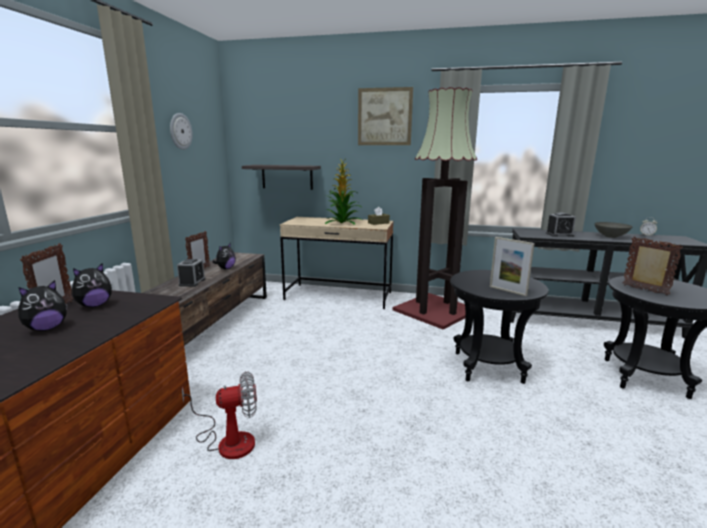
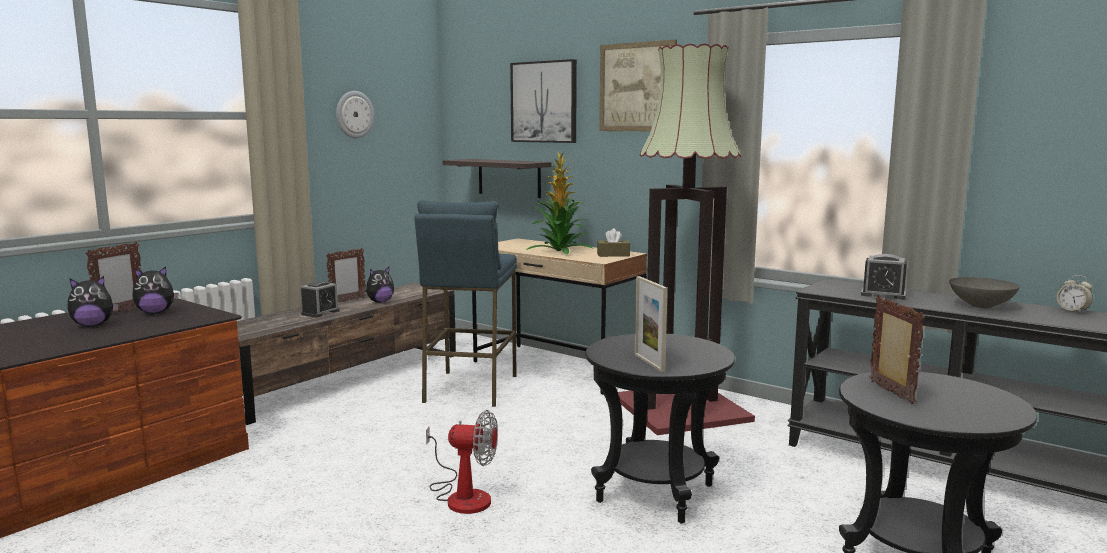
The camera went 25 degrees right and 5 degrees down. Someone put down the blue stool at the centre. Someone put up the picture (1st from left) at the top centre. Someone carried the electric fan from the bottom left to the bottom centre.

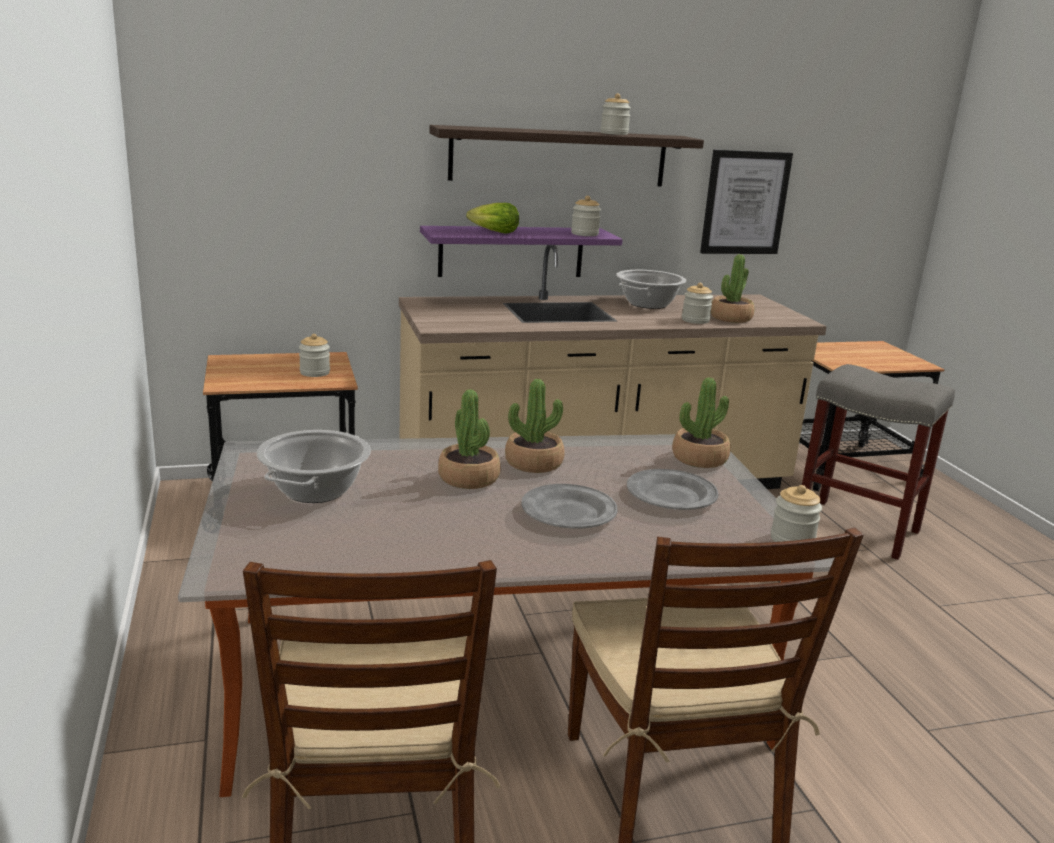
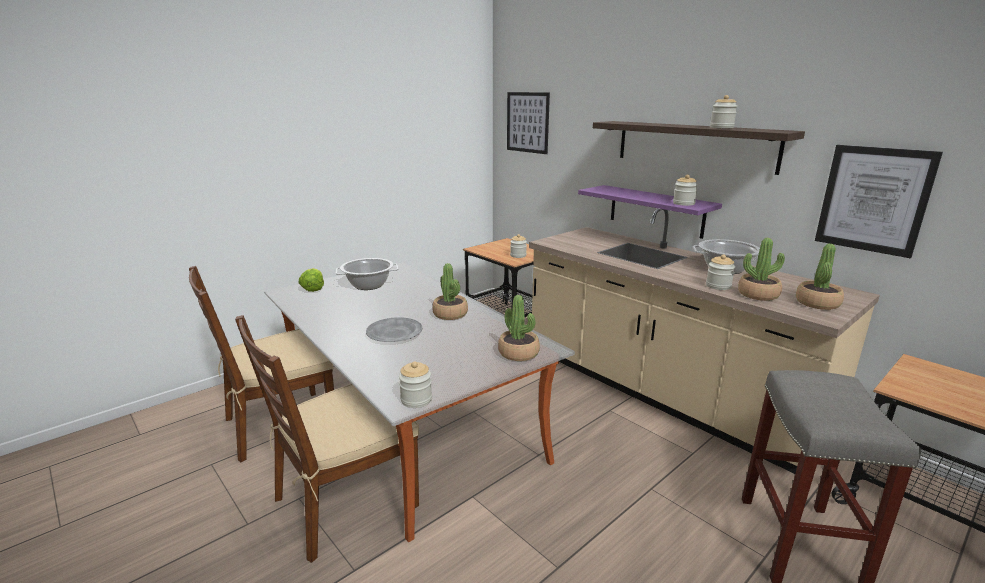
The camera went 65 degrees right and 0 degrees up. Someone took away the grey dinner plate (2nd from left) at the centre. Someone put up the picture (1st from left) at the top centre. Someone carried the houseplant (1st from left in the first image) from the centre to the middle right. Someone carried the head of lettuce from the top centre to the middle left.

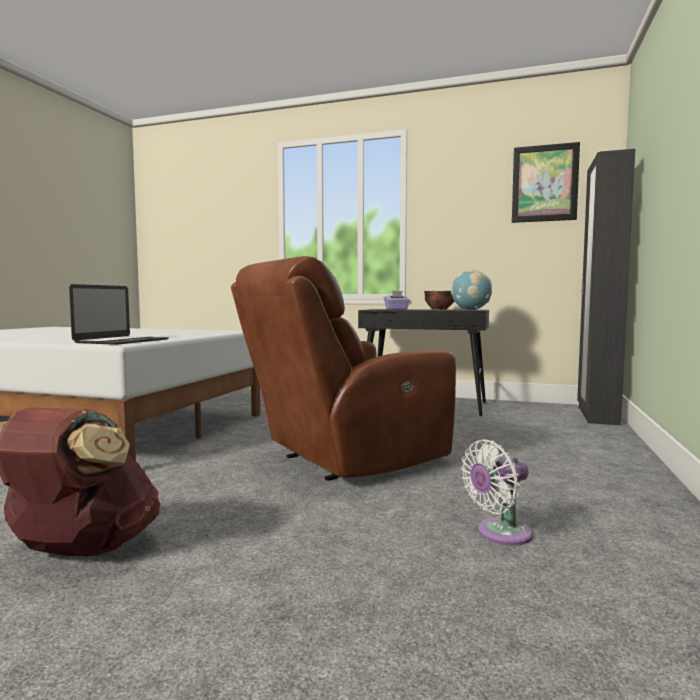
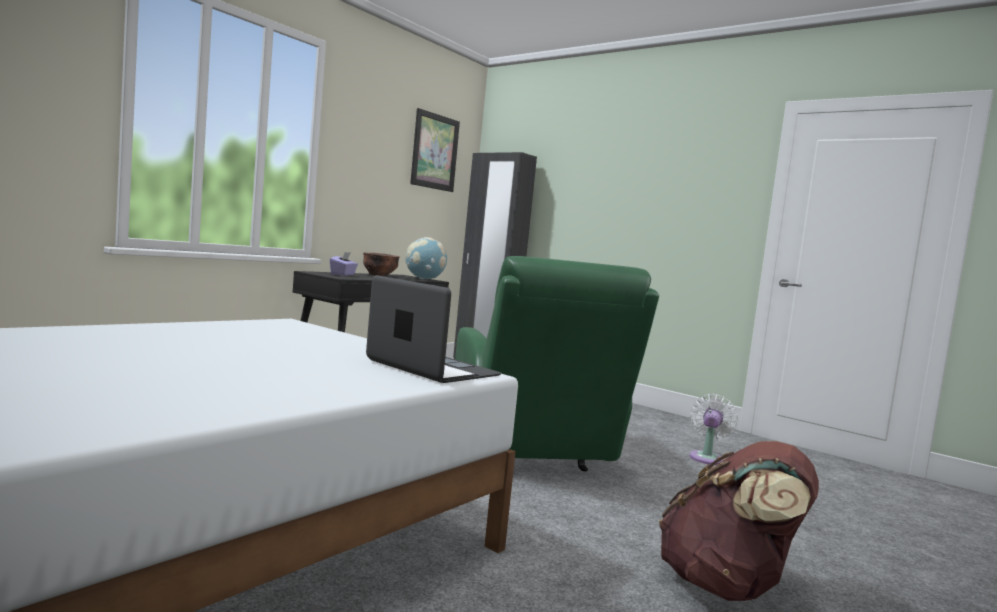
The camera went 70 degrees left and 0 degrees up. Someone repainted the brown easy chair at the centre, which became the greenish easy chair at the centre. Someone rotated the whitish electric fan at the bottom right by 150 degrees counterclockwise.

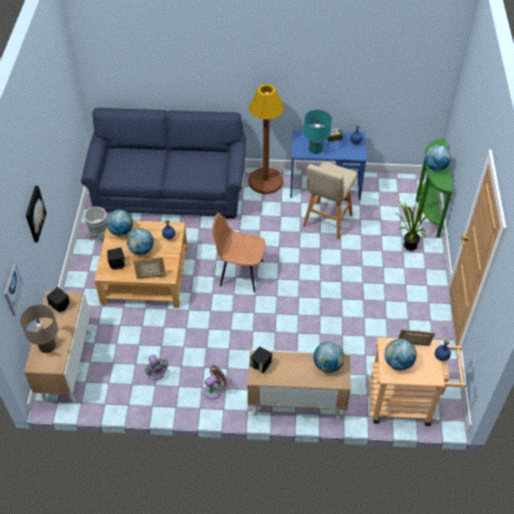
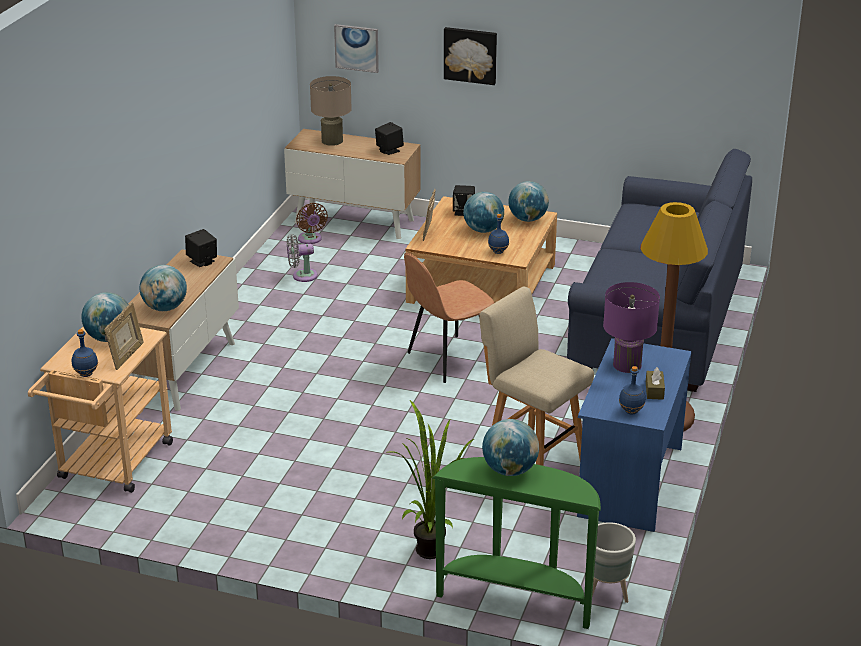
The camera went 105 degrees right and 20 degrees down. Someone carried the grey flower pot from the middle left to the bottom right. Someone carried the brown electric fan from the bottom centre to the centre. Someone repainted the turquoise-coloured table lamp at the top centre, which became the purple-coloured table lamp at the middle right. Someone rotated the brown upright chair at the centre by 150 degrees counterclockwise.

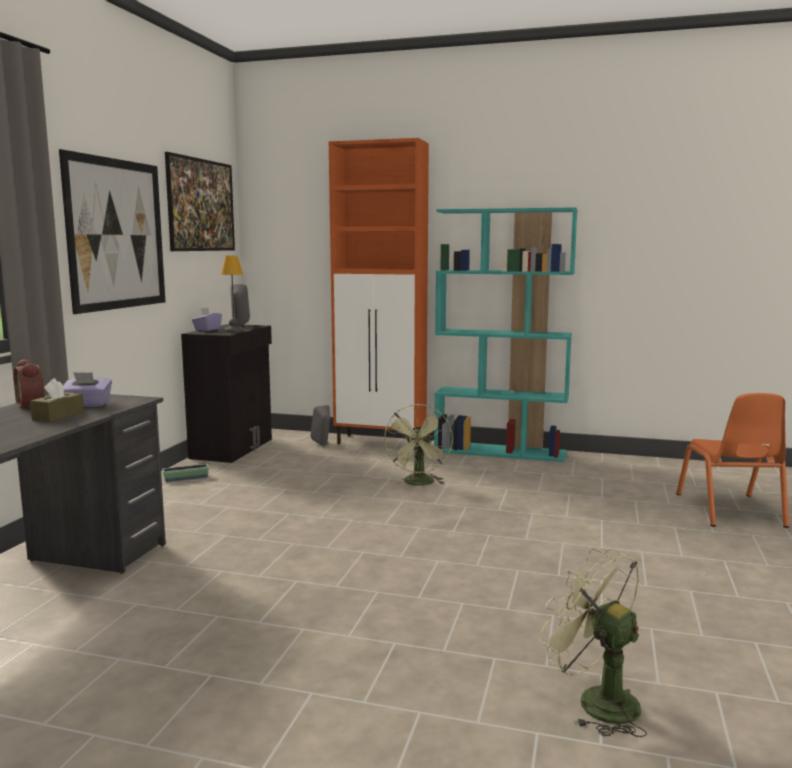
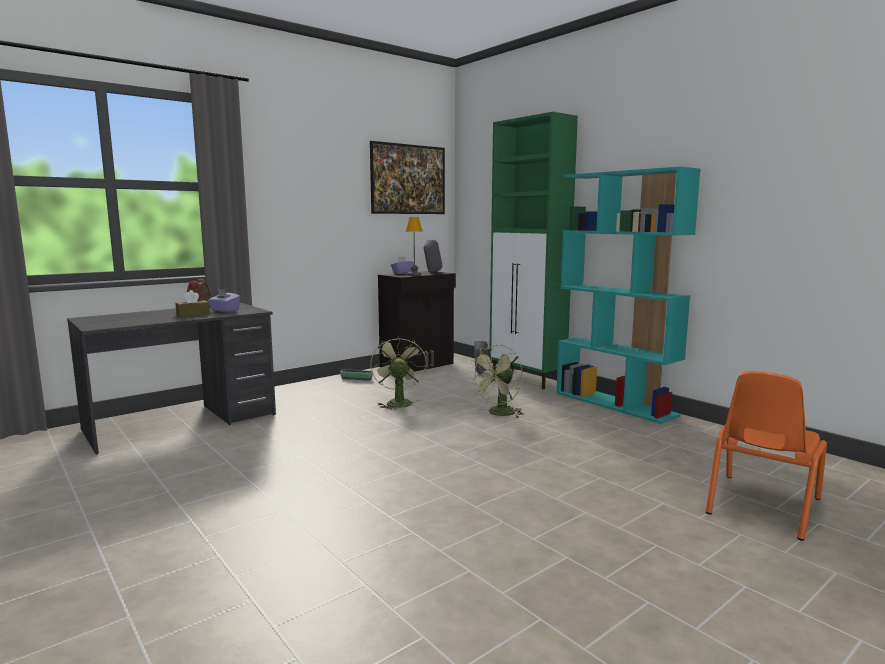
The camera went 35 degrees right and 0 degrees up. Someone took away the picture (1st from left) at the top left. Someone carried the greenish electric fan (2nd from left in the first image) from the bottom right to the centre. Someone repainted the orange-coloured cabinet at the centre, which became the greenish cabinet at the centre.

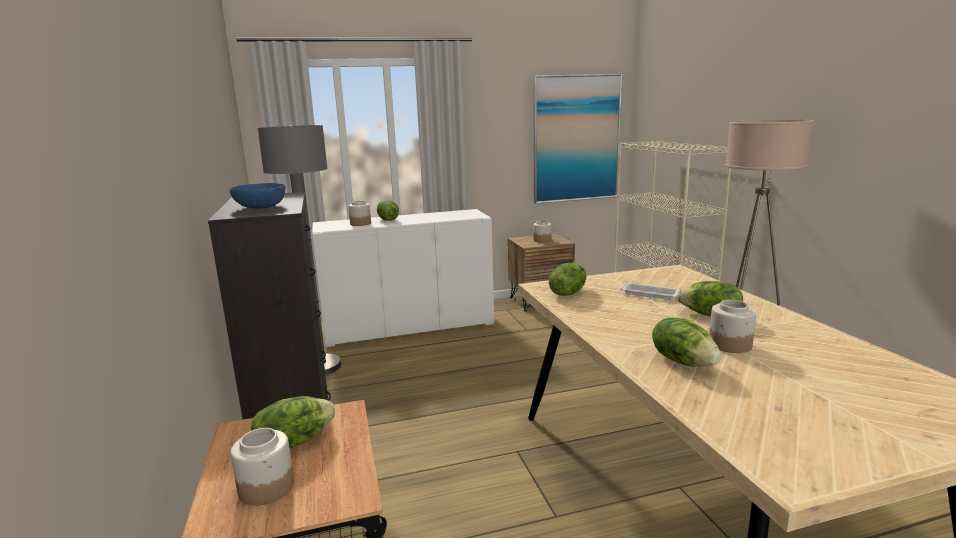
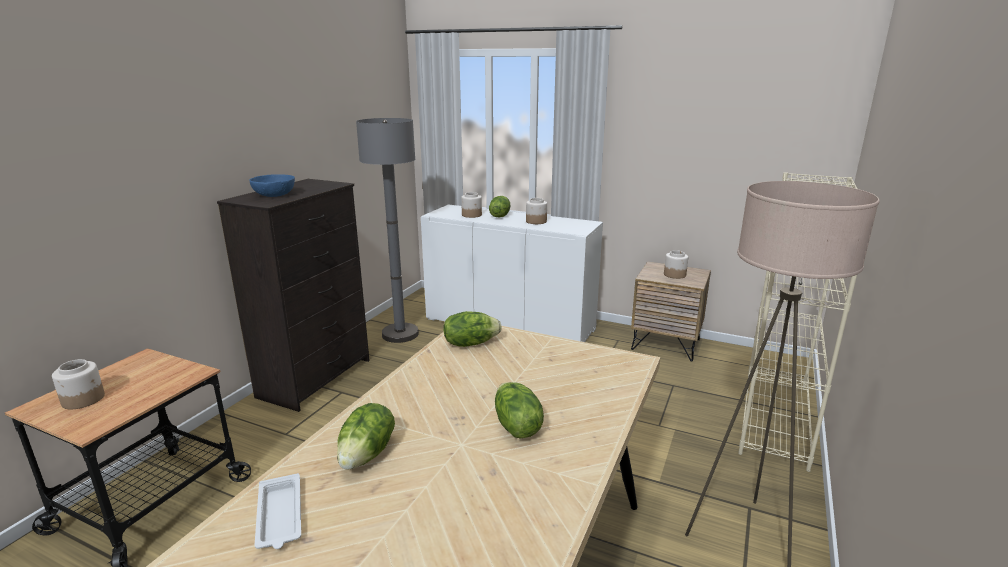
The camera went 40 degrees right and 5 degrees up. Someone took away the head of lettuce (1st from left) at the bottom left. Someone took away the picture at the top centre. Someone carried the whitish serving tray from the middle right to the bottom left. Someone carried the jar (4th from left in the first image) from the middle right to the centre.

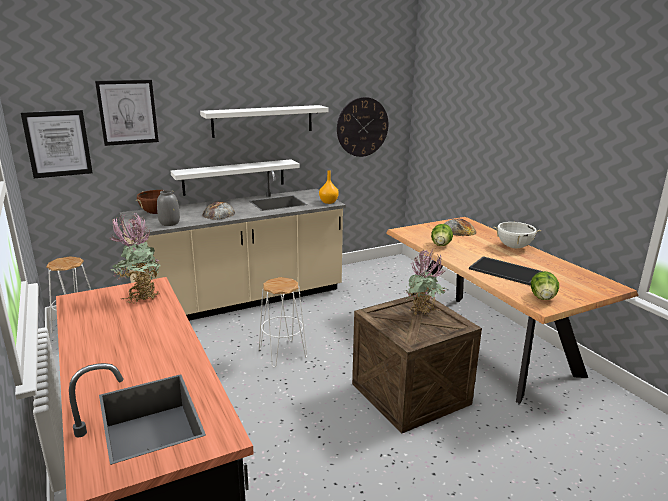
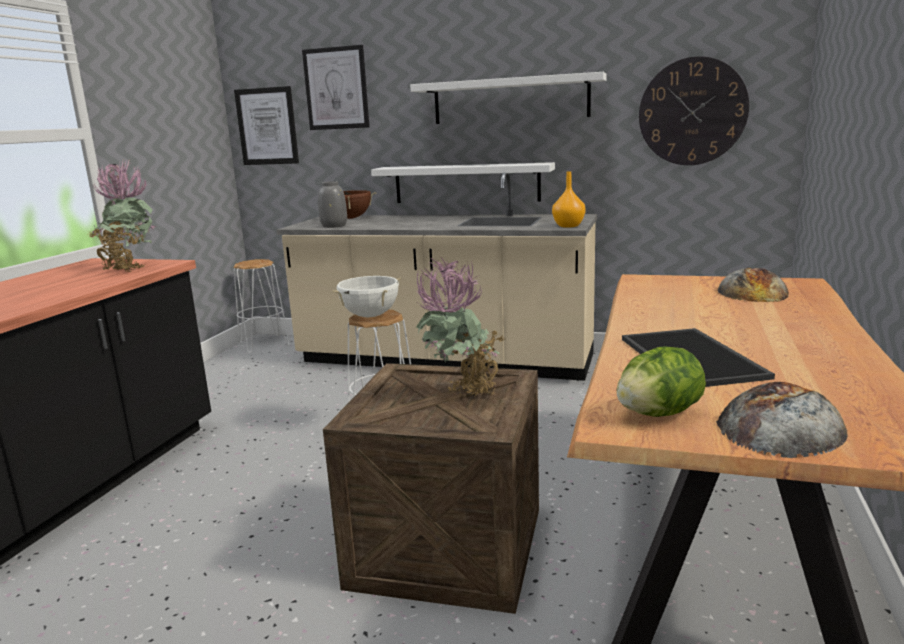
The camera went 45 degrees right and 5 degrees down. Someone took away the head of lettuce (1st from left) at the centre. Someone carried the bakery bread (1st from left in the first image) from the middle left to the middle right. Someone carried the whitish saucepot from the middle right to the centre.

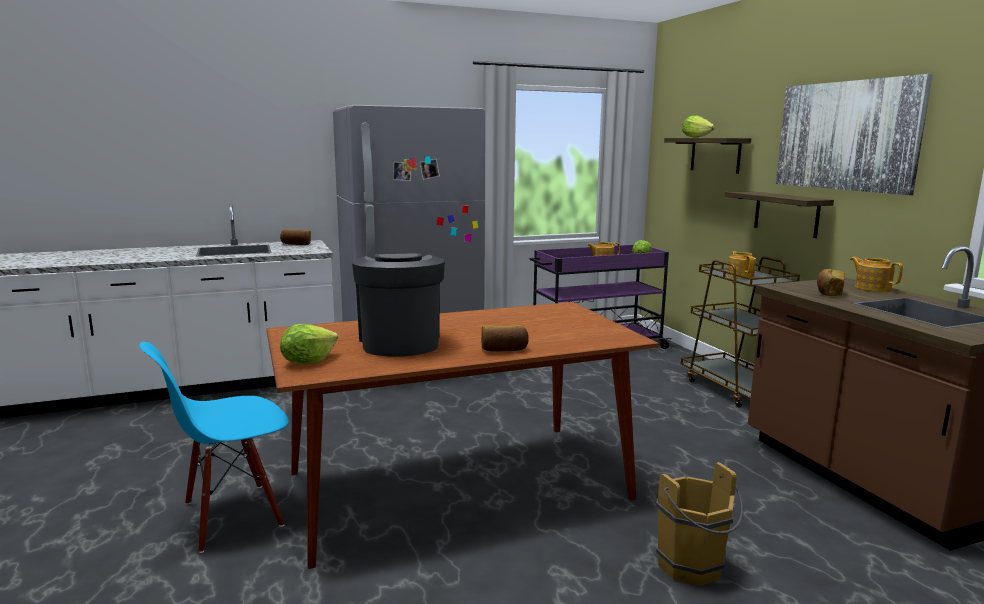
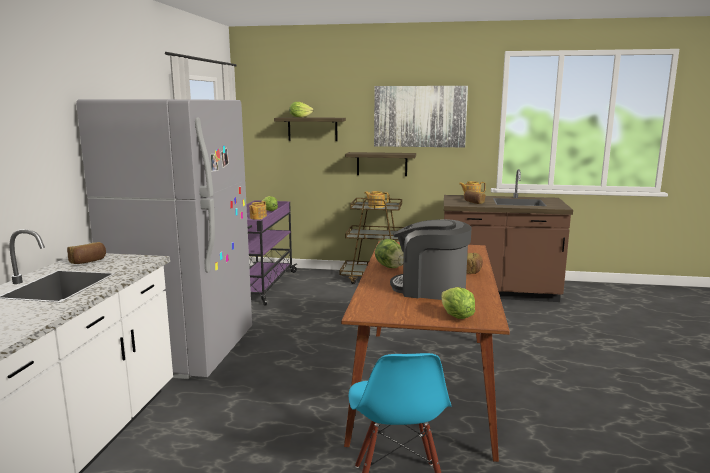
The camera went 60 degrees left and 0 degrees up. Someone took away the brown bucket at the bottom right. Someone put down the head of lettuce (3rd from left) at the centre.

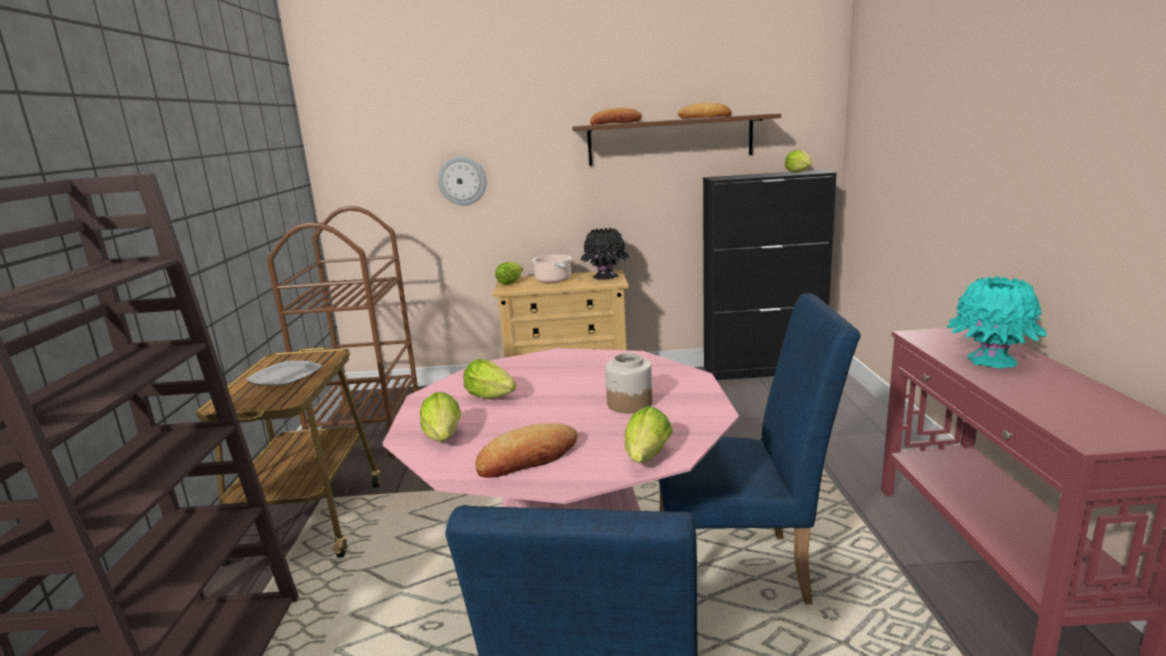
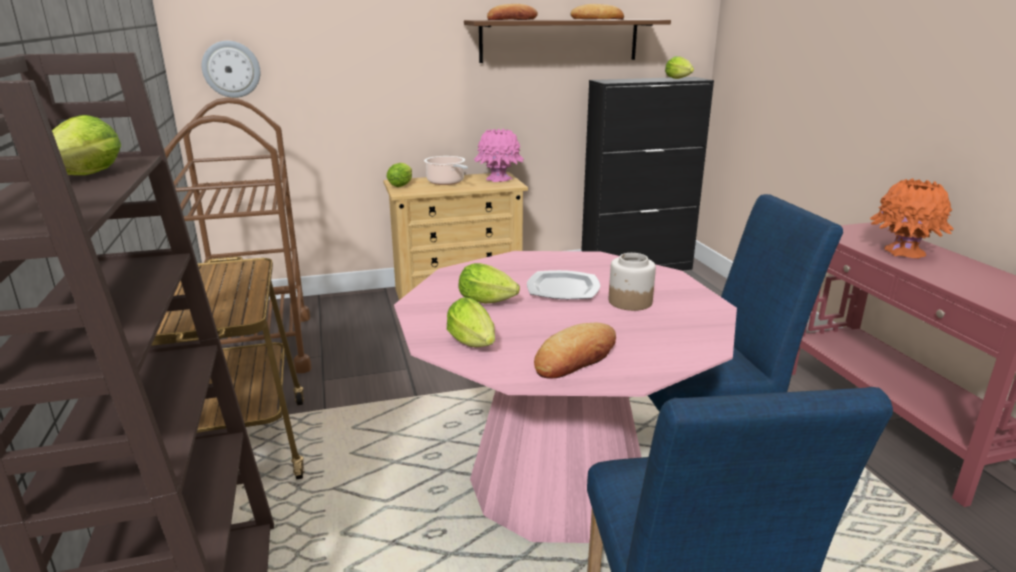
The camera went 15 degrees left and 5 degrees up. Someone carried the dinner plate from the middle left to the centre. Someone carried the wall clock from the top centre to the top left. Someone carried the head of lettuce (4th from left in the first image) from the centre to the top left. Someone repainted the black-coloured decorative vase at the centre, which became the pink decorative vase at the top centre. Someone repainted the turquoise-coloured decorative vase at the middle right, which became the orange-coloured decorative vase at the middle right.

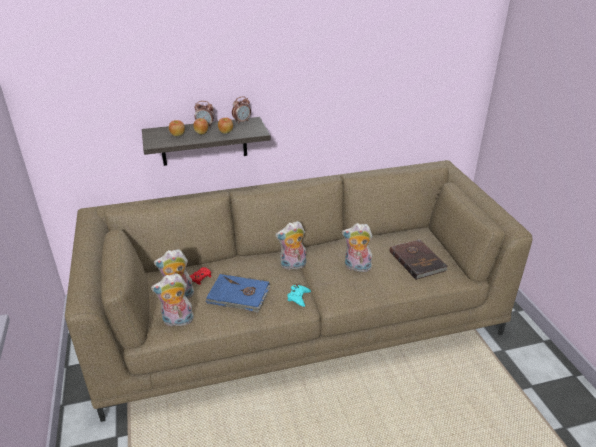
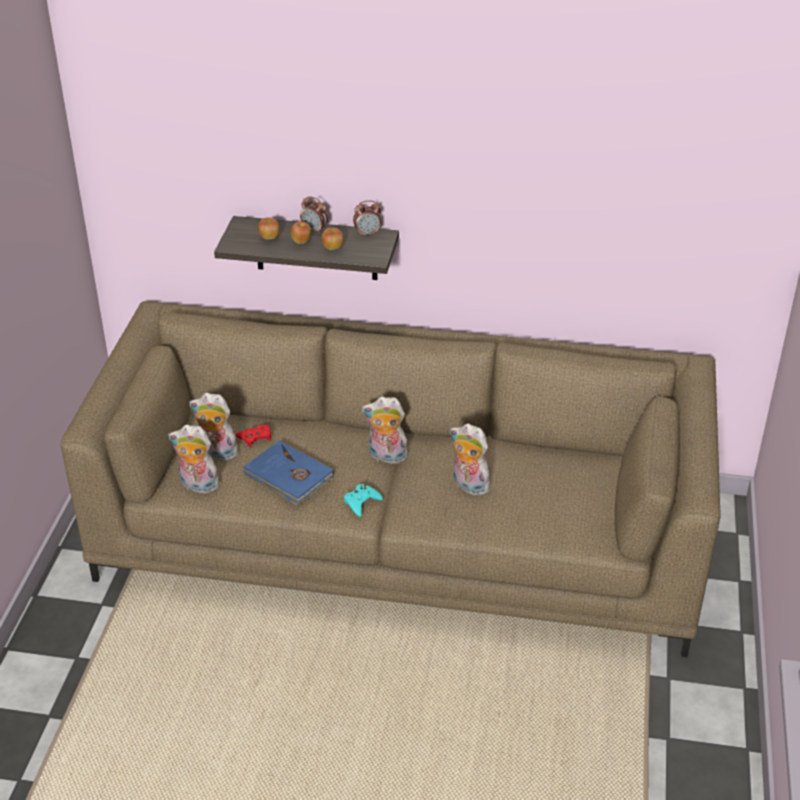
The camera went 25 degrees right and 5 degrees up. Someone took away the brown book at the middle right.

